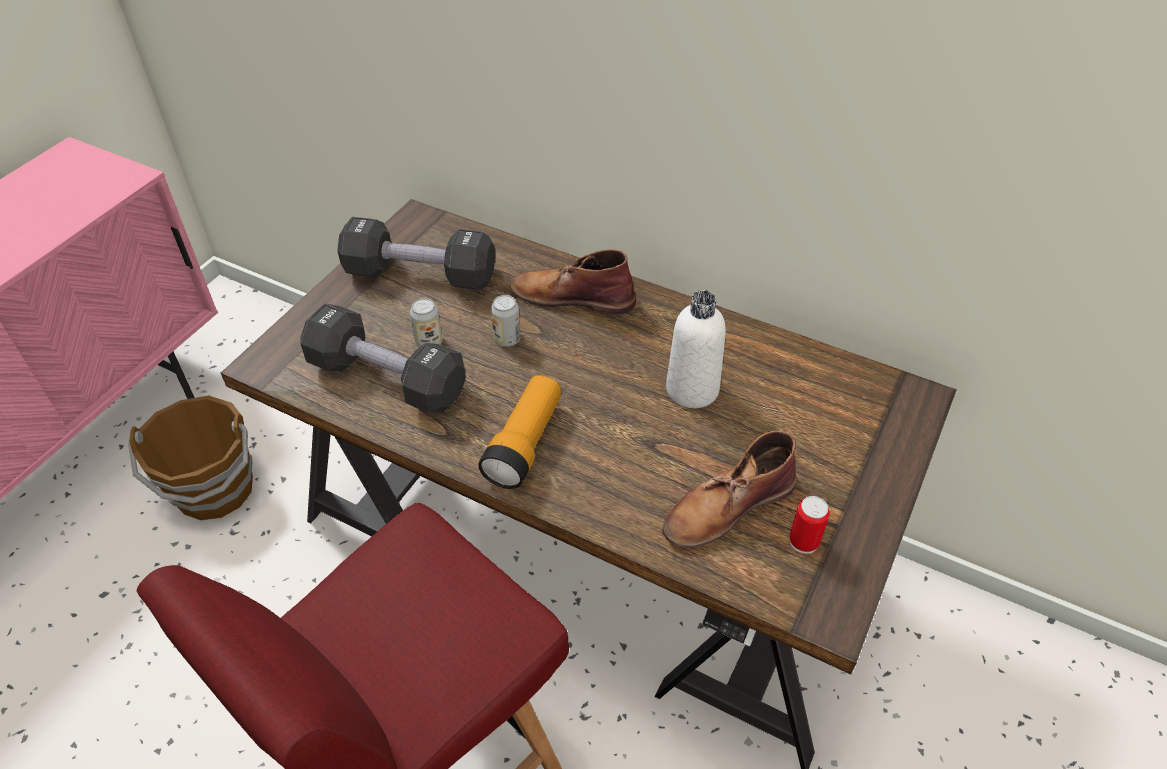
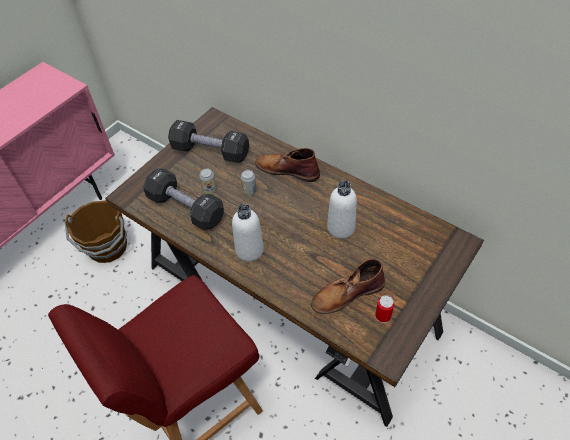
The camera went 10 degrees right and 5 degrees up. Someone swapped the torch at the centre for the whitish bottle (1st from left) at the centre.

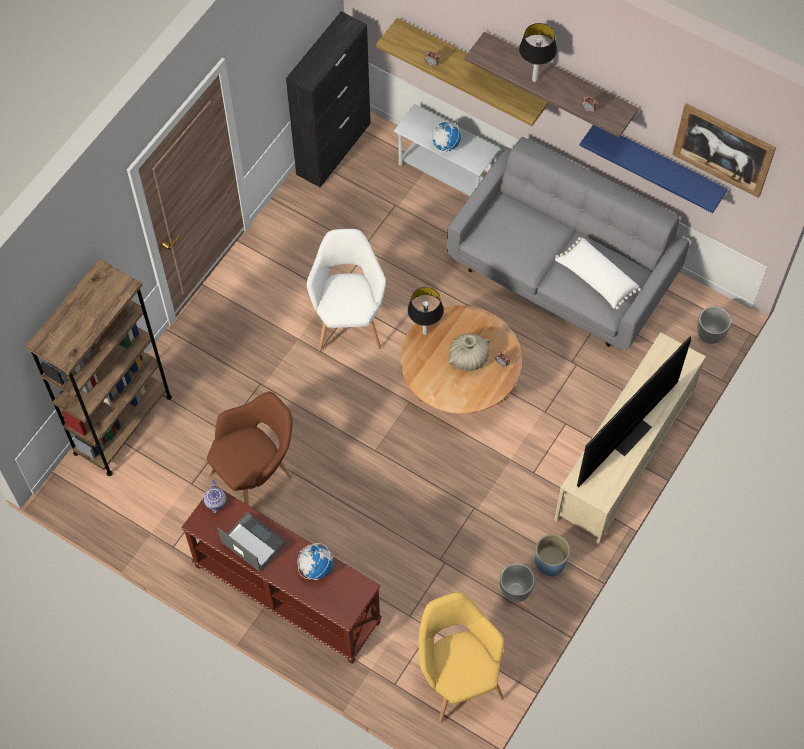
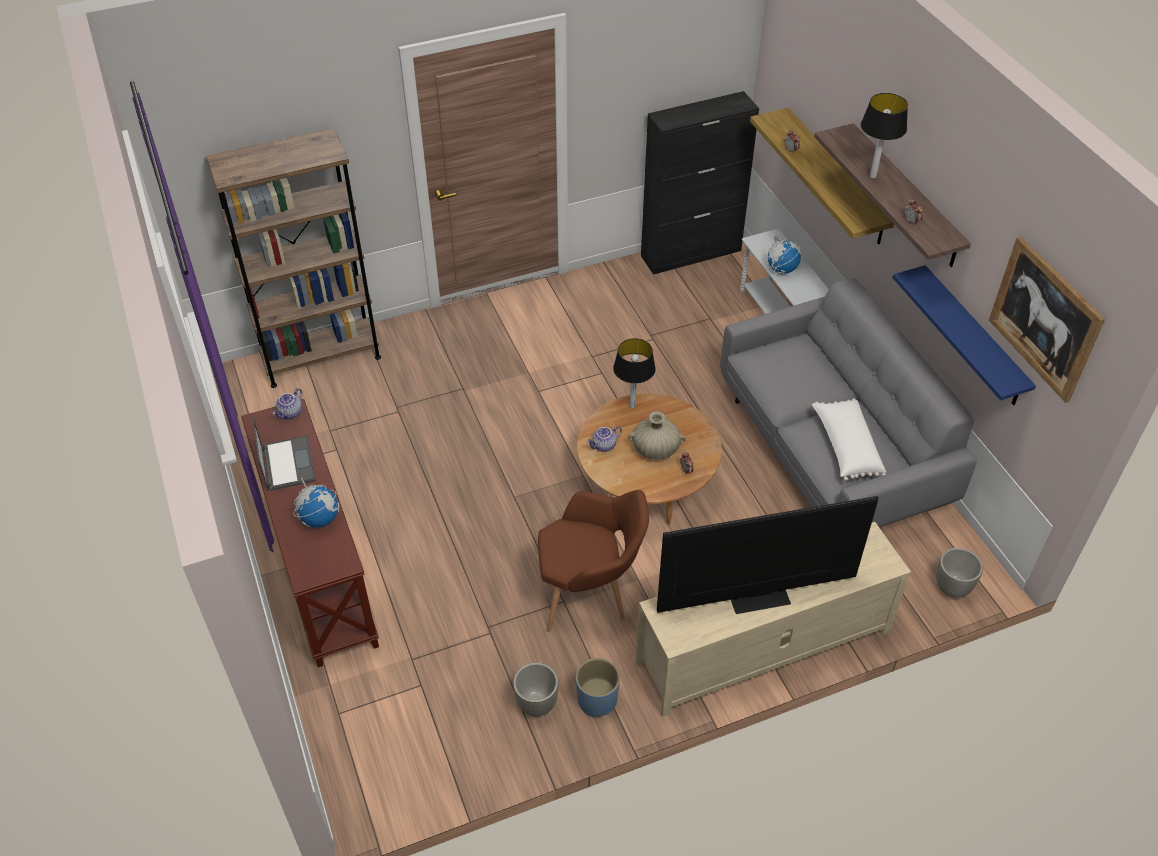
The camera went 35 degrees right and 15 degrees down. Someone took away the whitish easy chair at the centre. Someone took away the yellow-coloured easy chair at the bottom centre. Someone put down the pot for tea (2nd from left) at the centre. Someone carried the brown easy chair from the middle left to the centre.

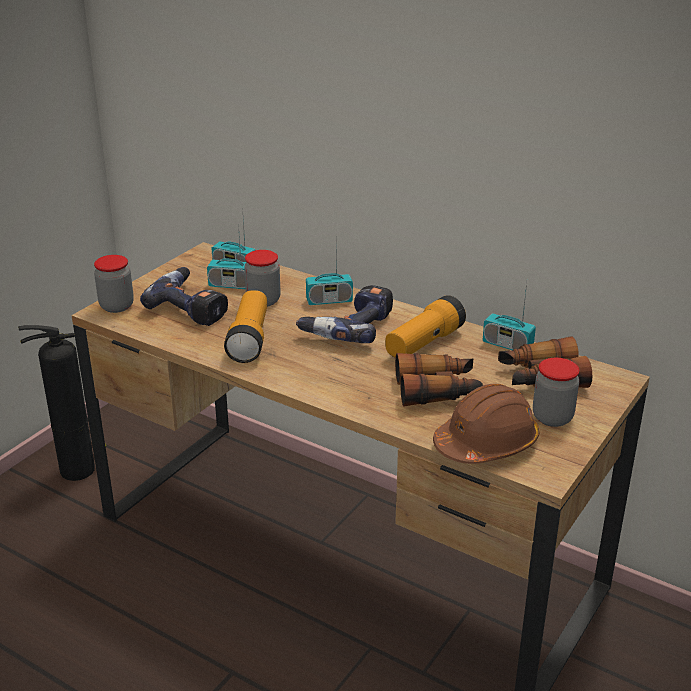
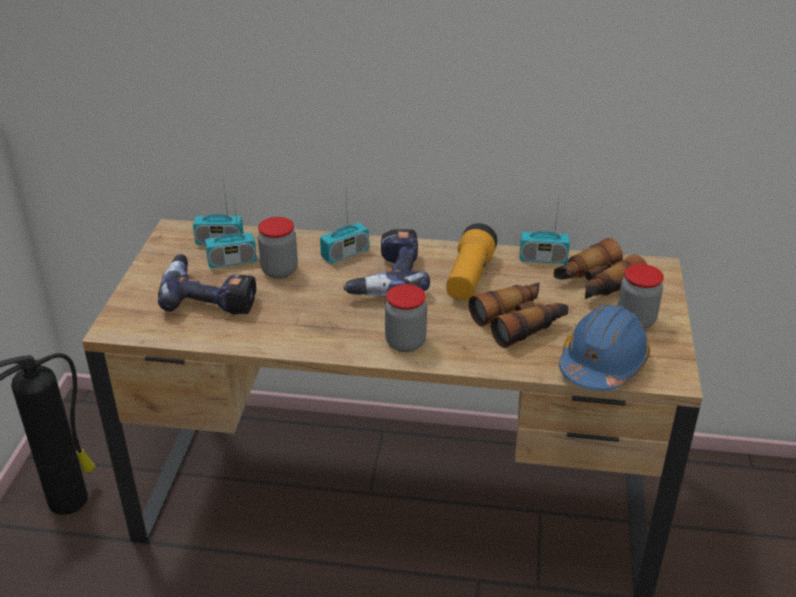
The camera went 25 degrees left and 5 degrees up. Someone took away the torch (1st from left) at the centre. Someone carried the jar (1st from left in the first image) from the middle left to the centre. Someone repainted the brown safety helmet at the middle right, which became the blue safety helmet at the middle right.

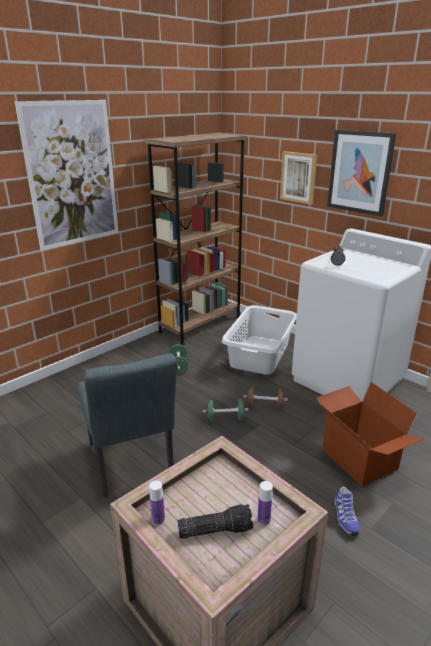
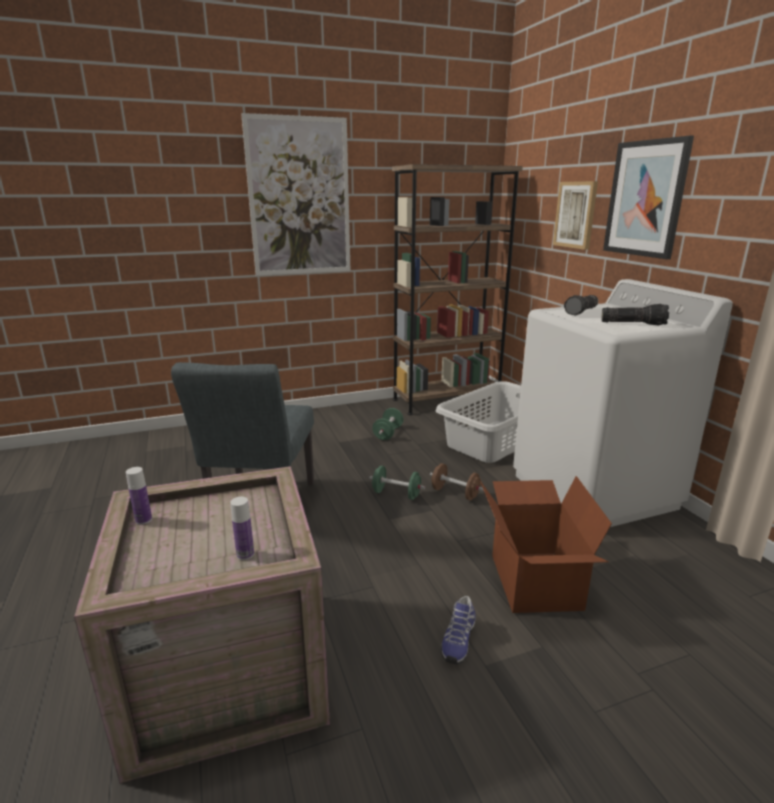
The camera went 25 degrees right and 5 degrees down. Someone carried the torch (1st from left in the first image) from the bottom centre to the middle right.

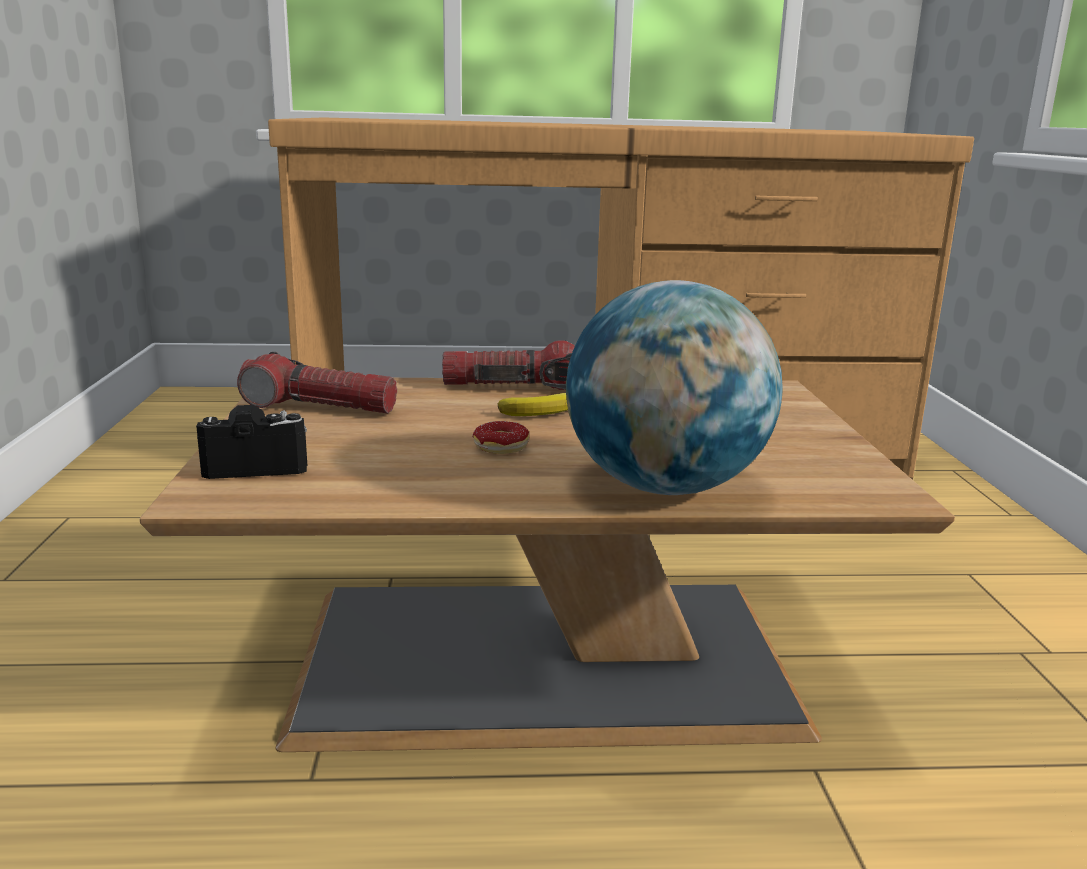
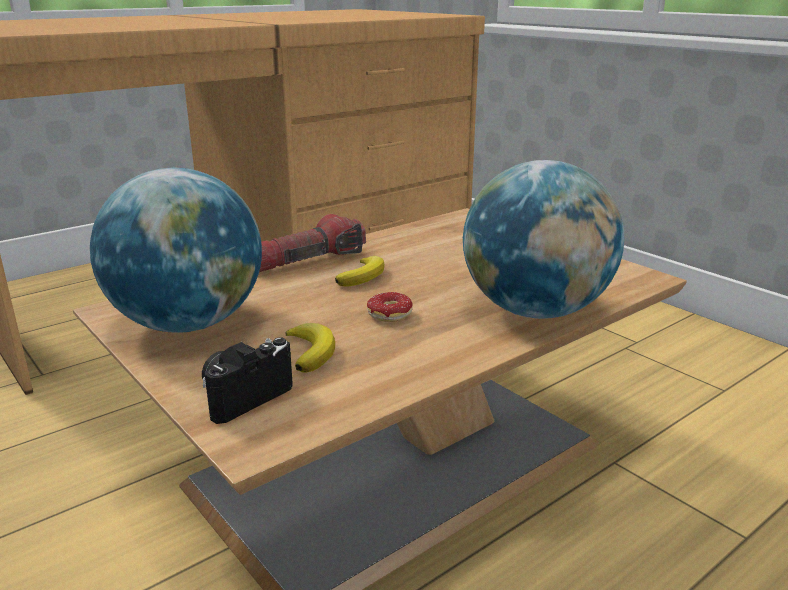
The camera went 35 degrees left and 5 degrees up. Someone put down the banana (1st from left) at the centre. Someone swapped the torch (1st from left) at the middle left for the world globe (1st from left) at the middle left.

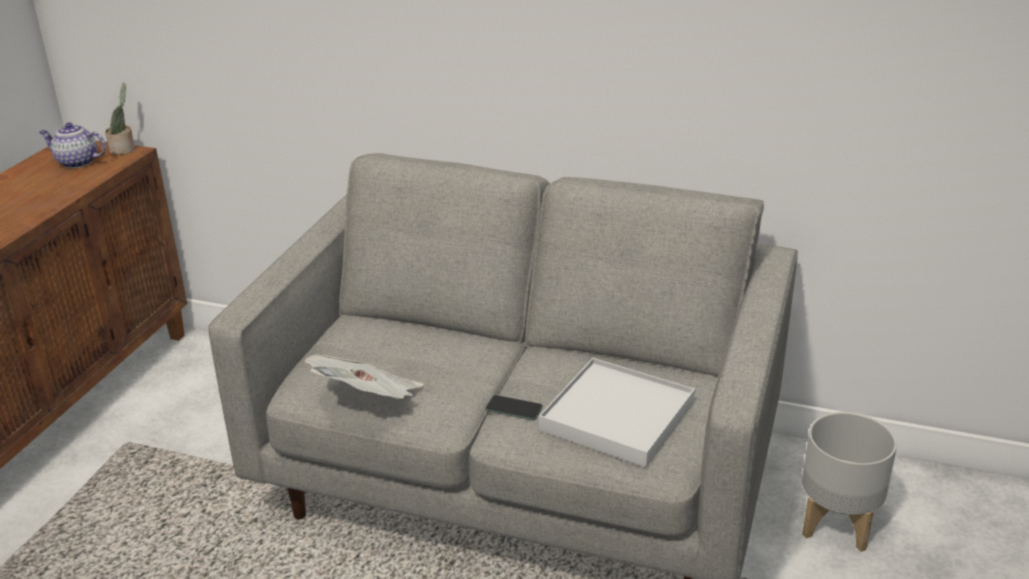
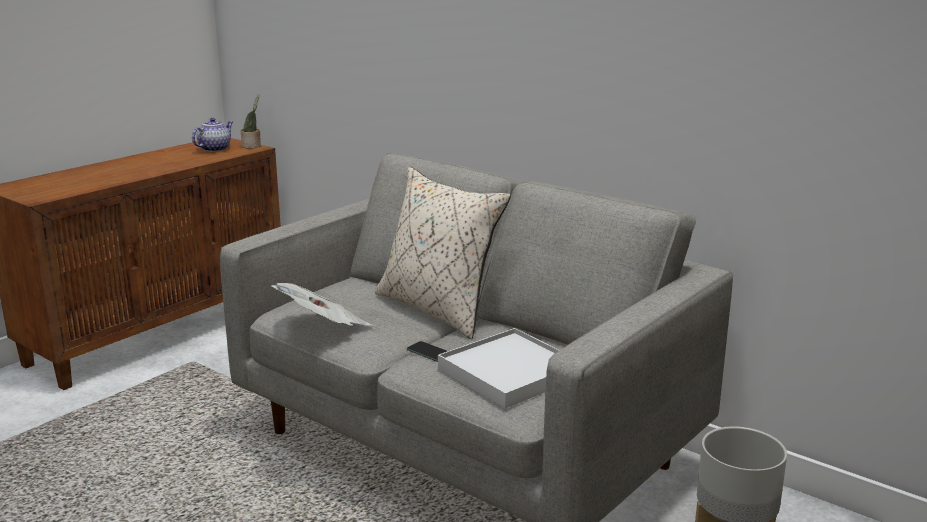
The camera went 20 degrees right and 10 degrees down. Someone put down the beige pillow at the centre. Someone rotated the pot for tea at the top left by 90 degrees clockwise.

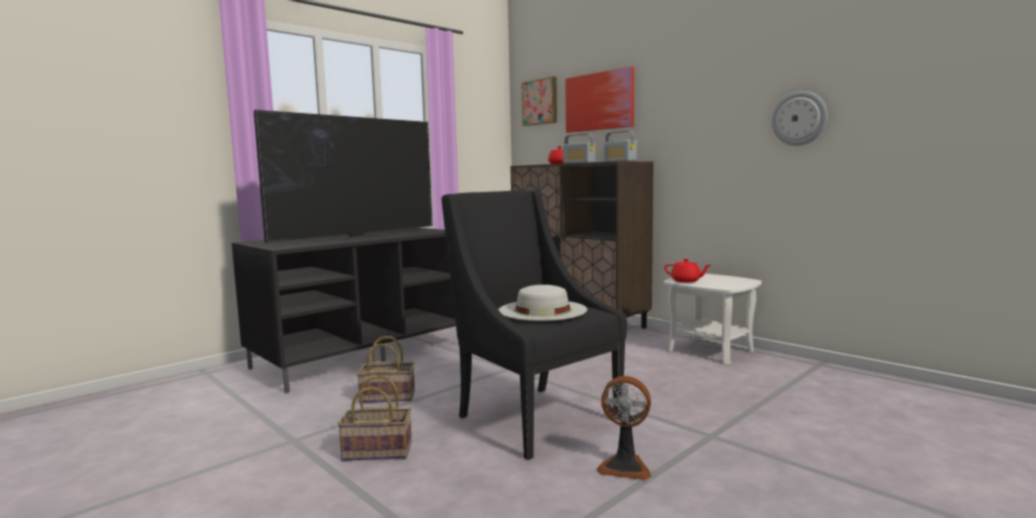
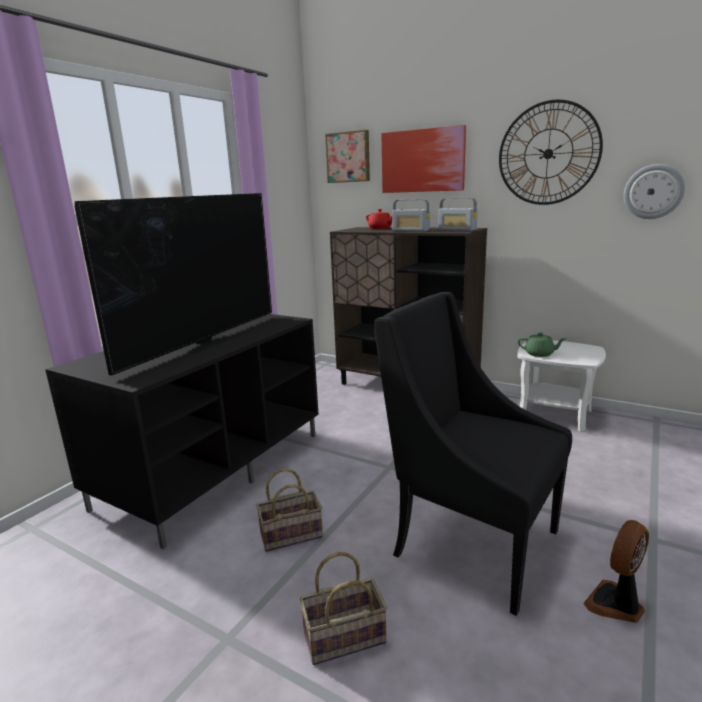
The camera went 15 degrees left and 10 degrees up. Someone took away the whitish hat at the centre. Someone put up the wall clock (1st from left) at the top right. Someone repainted the red pot for tea (2nd from left) at the centre, which became the greenish pot for tea at the middle right. Someone rotated the electric fan at the bottom centre by 135 degrees clockwise.

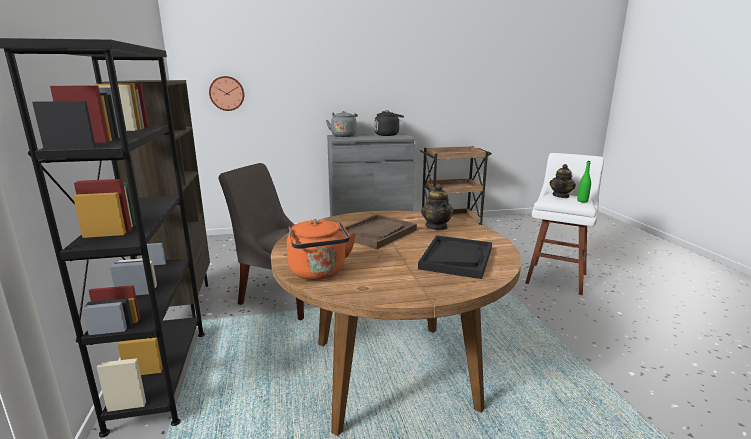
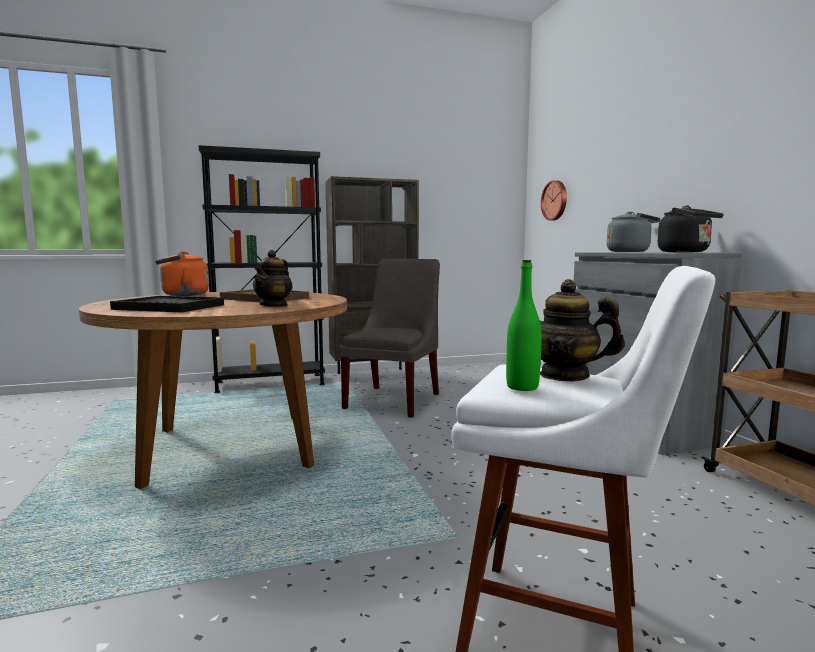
The camera went 85 degrees right and 10 degrees down. Someone rotated the pot for tea (1st from left) at the centre by 60 degrees counterclockwise.

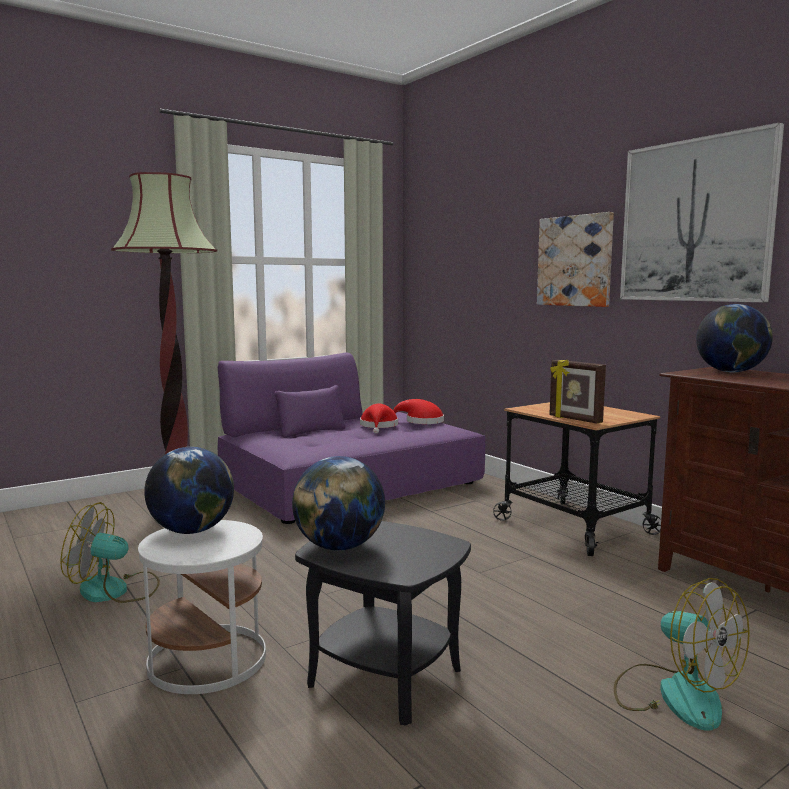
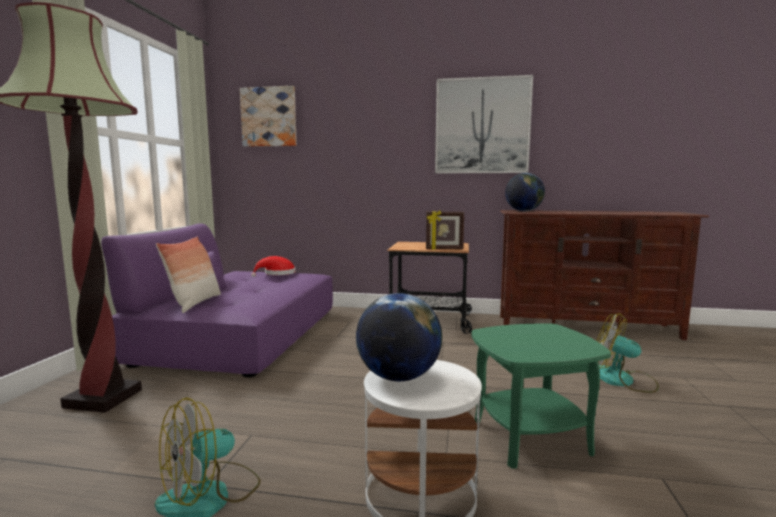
The camera went 45 degrees left and 0 degrees up. Someone took away the world globe (2nd from left) at the centre. Someone took away the red hat (1st from left) at the centre. Someone put down the pillow at the middle left. Someone carried the picture (1st from left) from the top right to the top centre. Someone repainted the black-coloured accent table at the bottom centre, which became the greenish accent table at the bottom right. Someone rotated the electric fan (2nd from left) at the bottom right by 150 degrees counterclockwise.

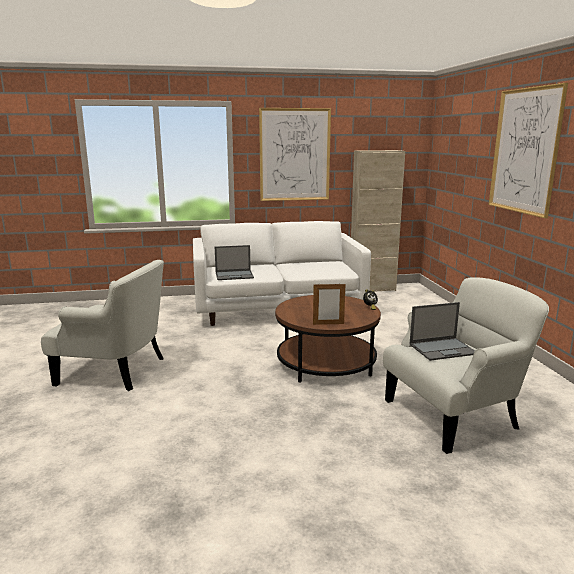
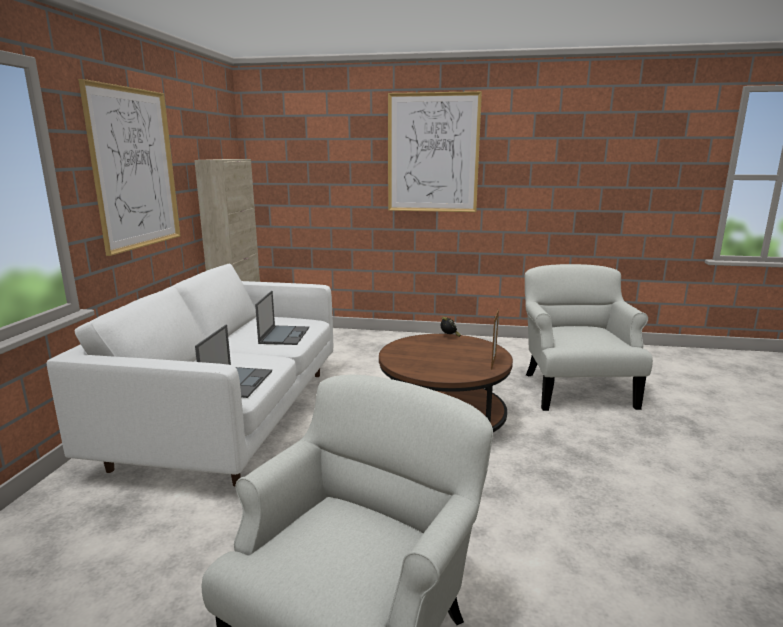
The camera went 70 degrees left and 0 degrees up. Someone carried the laptop (2nd from left) from the middle right to the centre.

